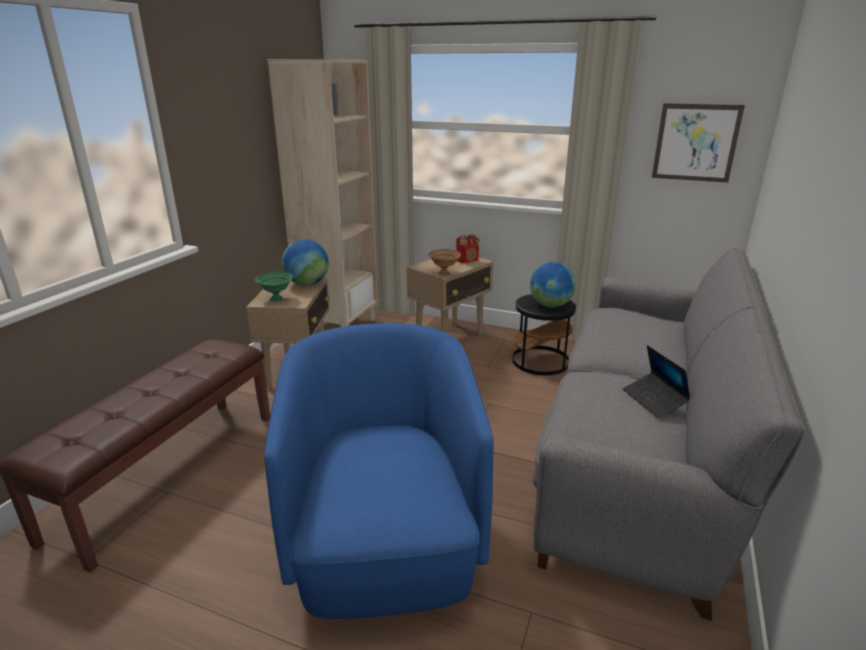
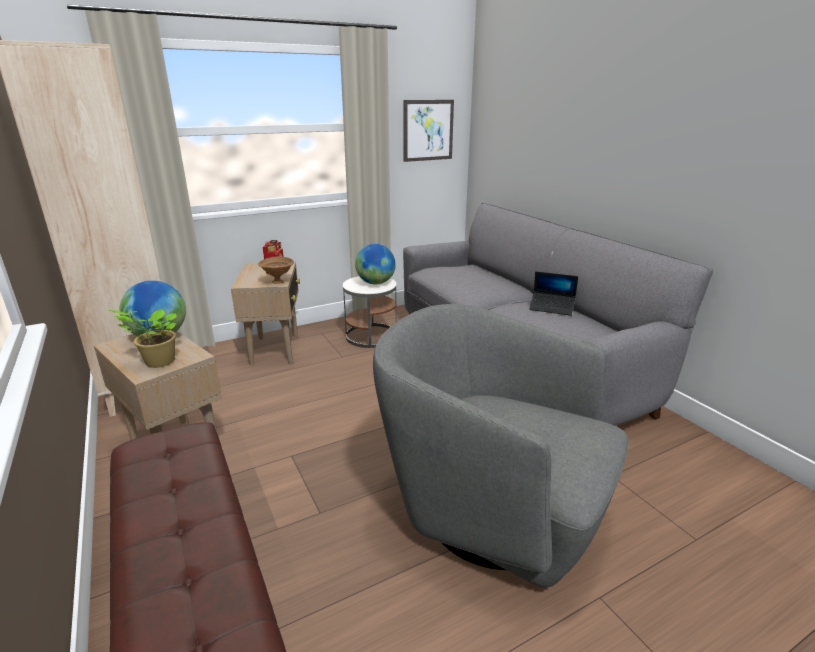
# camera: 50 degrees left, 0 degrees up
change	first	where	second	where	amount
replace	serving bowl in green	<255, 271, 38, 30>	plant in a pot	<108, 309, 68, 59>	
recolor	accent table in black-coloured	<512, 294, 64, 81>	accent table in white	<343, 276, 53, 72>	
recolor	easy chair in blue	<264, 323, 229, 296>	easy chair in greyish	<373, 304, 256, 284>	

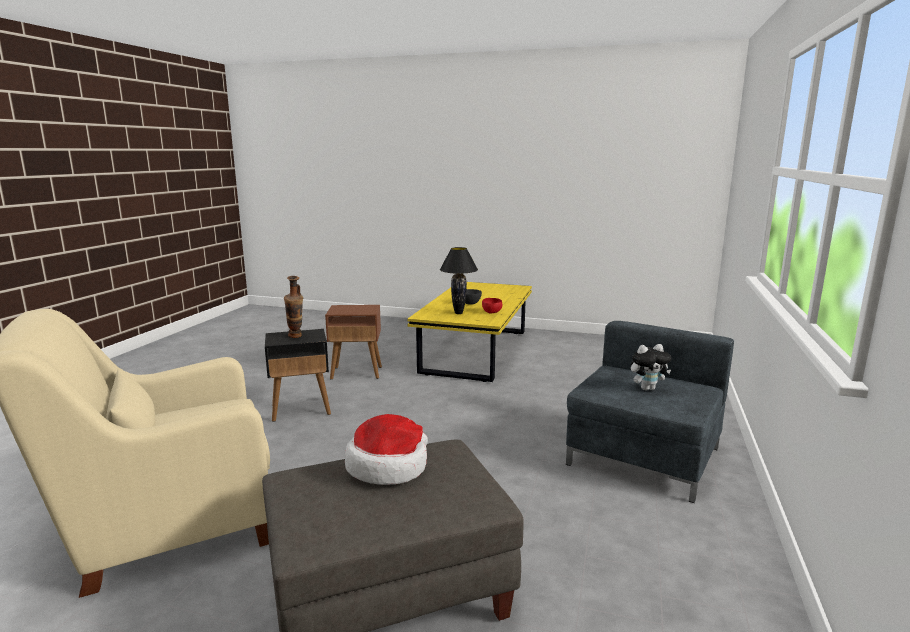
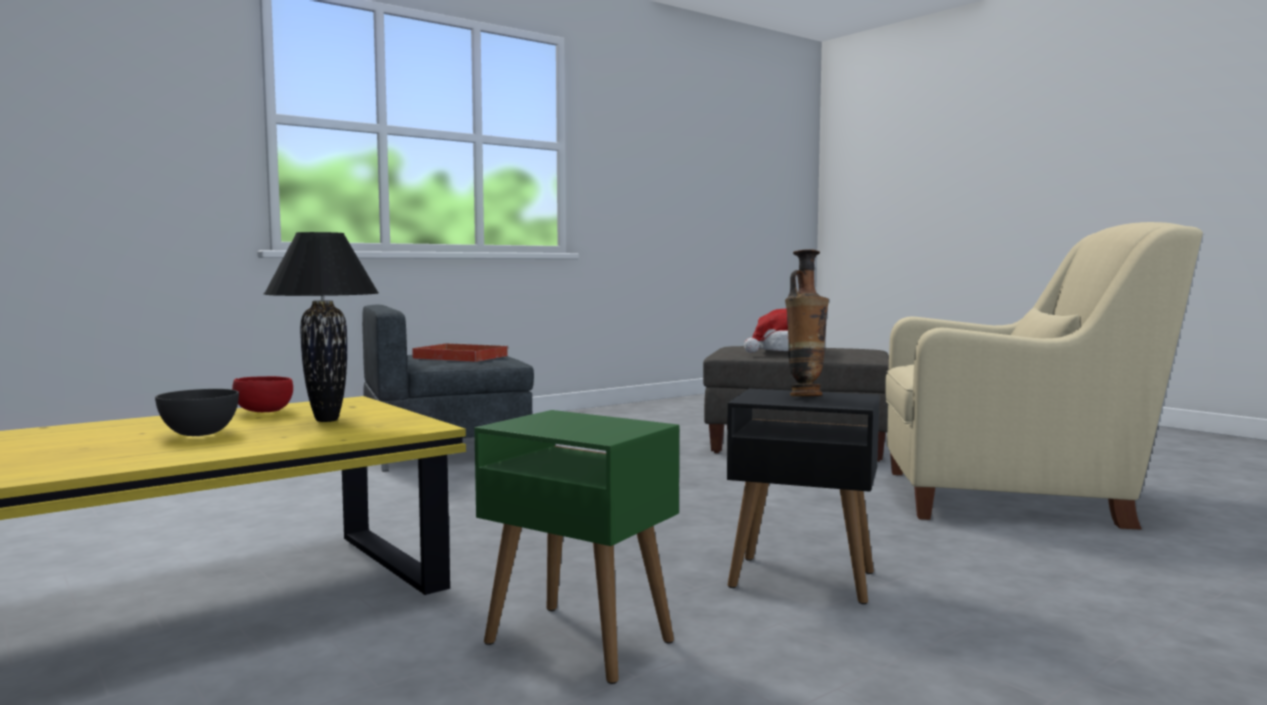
# camera: 145 degrees left, 10 degrees down
change	first	where	second	where	amount
recolor	accent table in brown	<325, 305, 57, 75>	accent table in green	<474, 410, 205, 274>	
replace	cuddly toy	<631, 344, 41, 47>	carrying tray in red-coloured	<412, 343, 97, 19>	

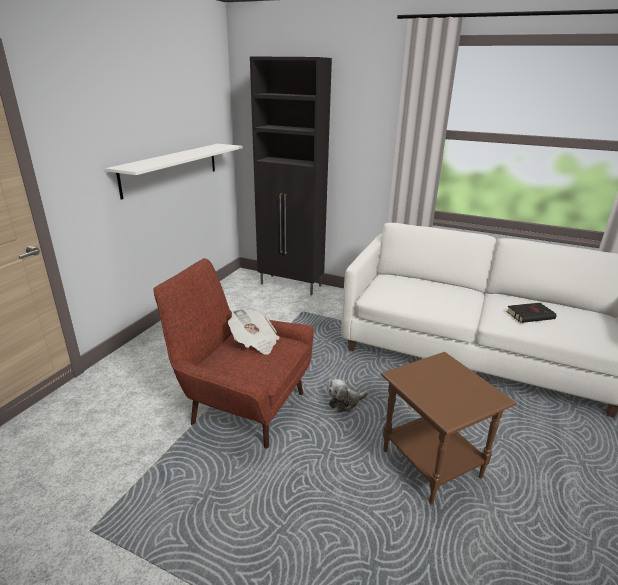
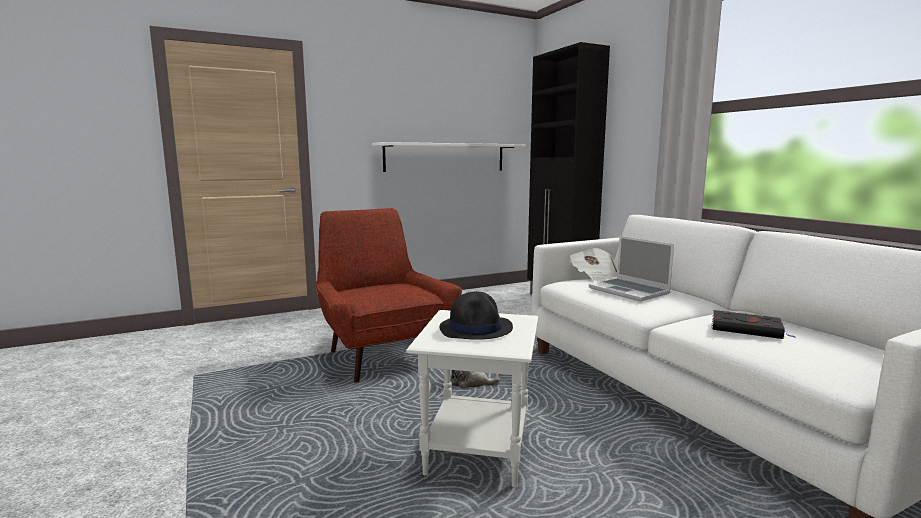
# camera: 40 degrees right, 15 degrees down
change	first	where	second	where	amount
move	newspaper	<228, 308, 52, 47>		<570, 248, 47, 34>	
recolor	accent table in brown	<381, 352, 136, 152>	accent table in white	<406, 310, 132, 177>	
insert			notebook computer	<589, 236, 85, 65>	
insert			hat in black-coloured	<439, 292, 74, 48>	

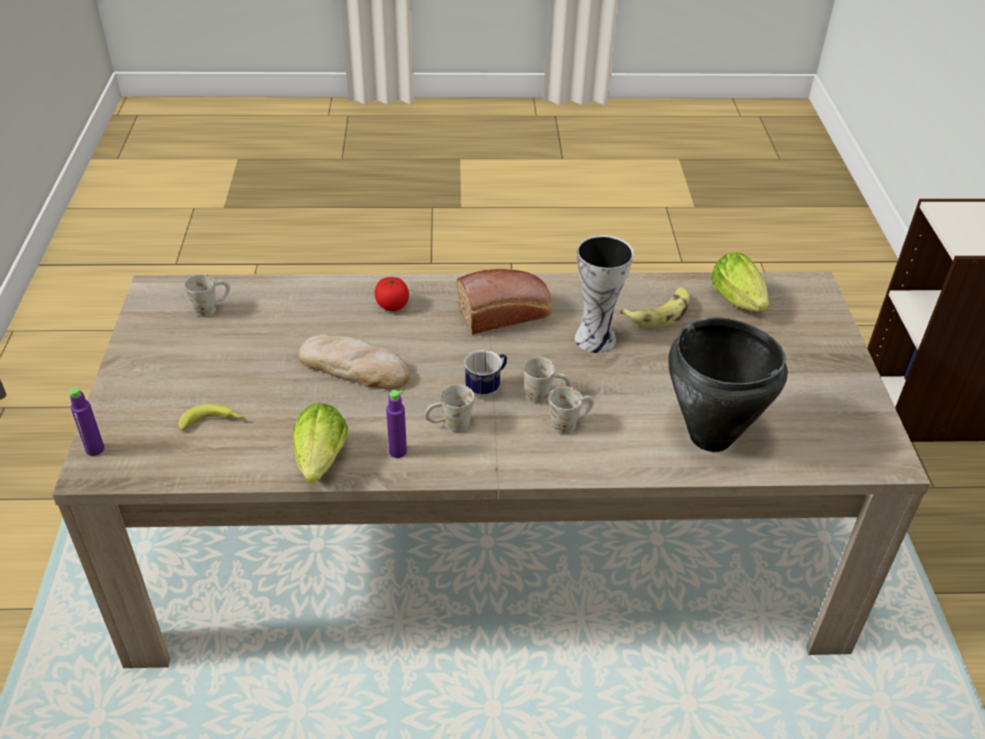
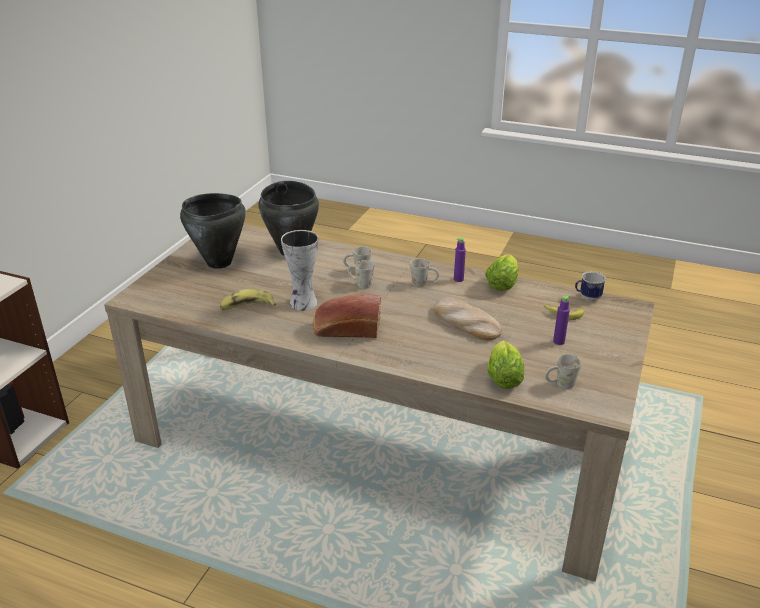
# camera: 155 degrees left, 10 degrees down
change	first	where	second	where	amount
move	head of lettuce	<711, 253, 58, 59>		<487, 340, 37, 49>	
delete	tomato	<375, 277, 34, 34>			
move	coffee mug	<464, 350, 43, 47>		<575, 271, 31, 30>	
move	beverage bottle in purplish	<68, 387, 36, 69>		<553, 295, 17, 50>	
insert			saucepot in black-coloured	<180, 193, 66, 76>	

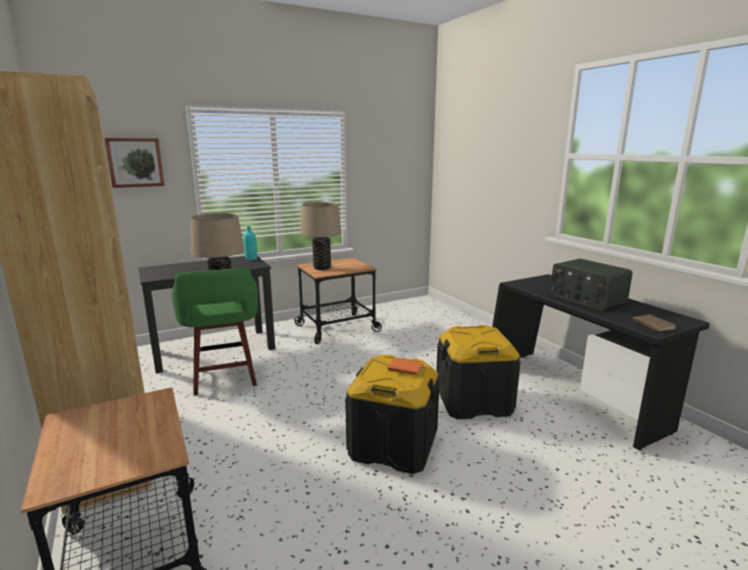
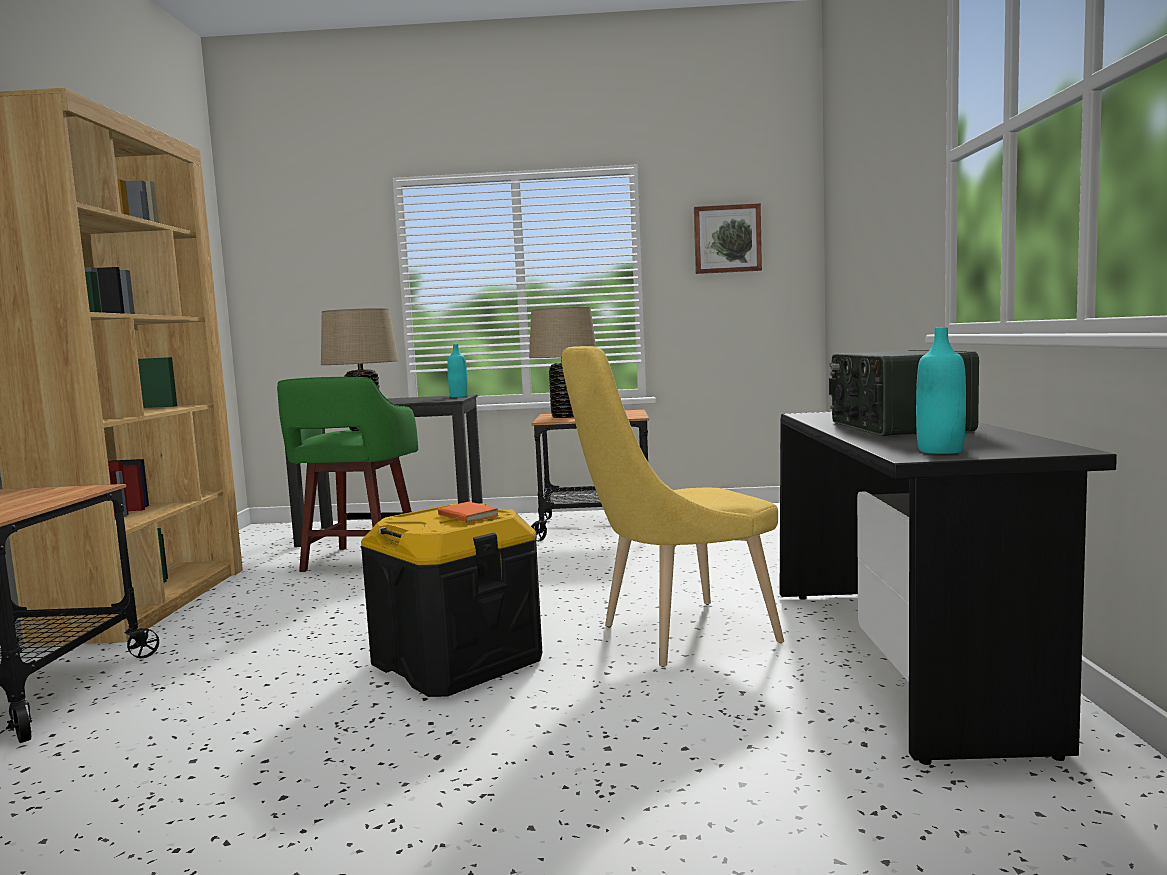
# camera: 30 degrees right, 10 degrees down
change	first	where	second	where	amount
move	picture	<105, 138, 59, 50>		<694, 203, 68, 71>	
replace	bound book in brown	<633, 314, 42, 18>	beverage bottle in turquoise	<916, 327, 50, 127>	
replace	storage bin in black-coloured	<436, 325, 84, 94>	plain chair in yellowish	<562, 346, 222, 321>	

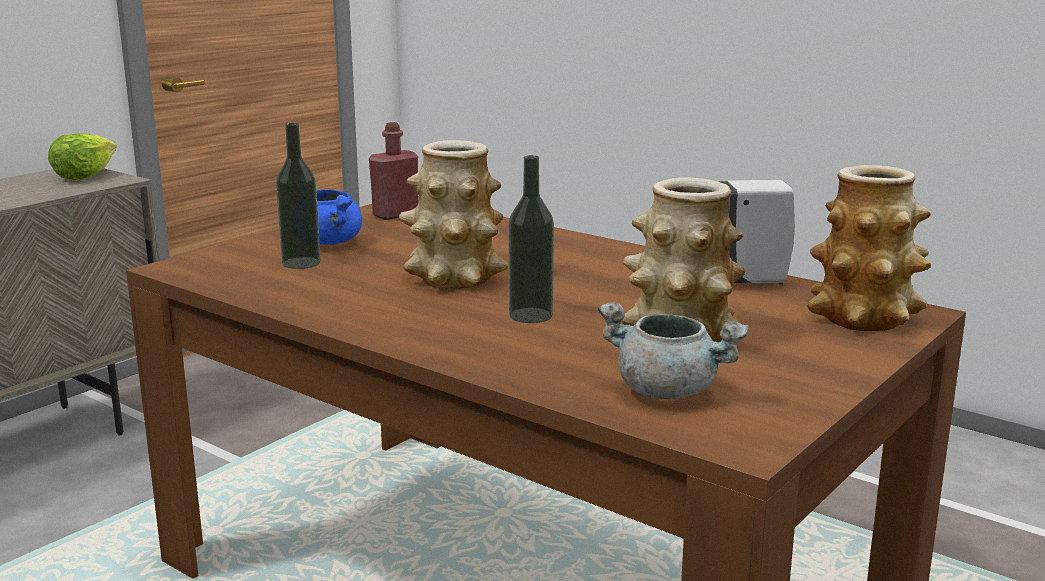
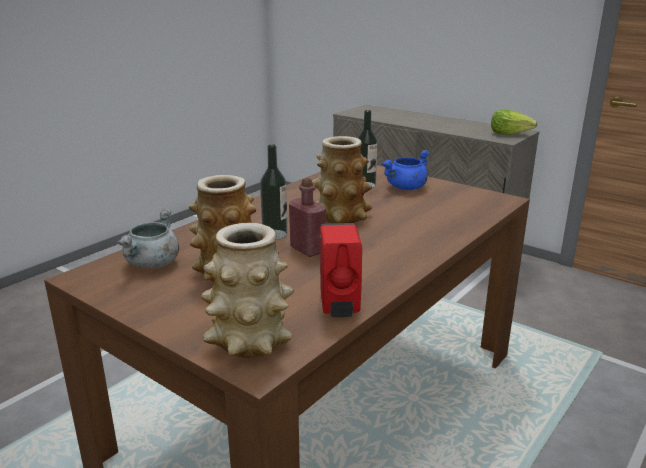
# camera: 90 degrees right, 5 degrees up
change	first	where	second	where	amount
move	beverage bottle in red-coloured	<369, 122, 49, 98>		<289, 178, 37, 79>	
recolor	soap bottle in white	<720, 180, 75, 105>	soap bottle in red-coloured	<320, 223, 42, 94>	

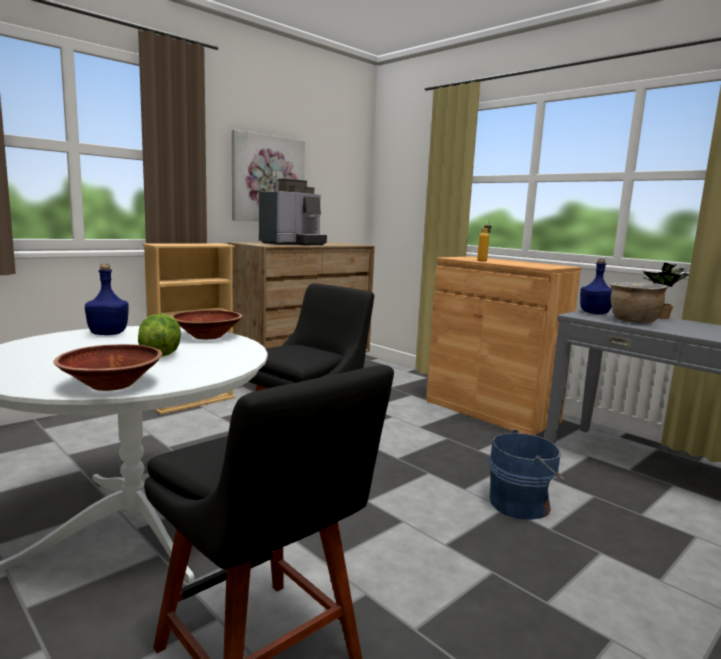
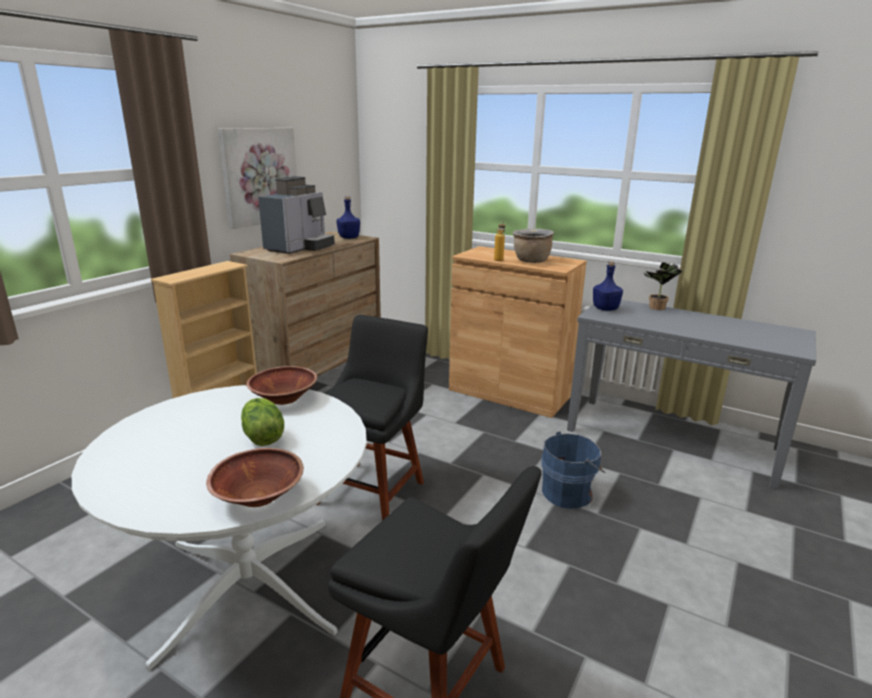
# camera: 15 degrees left, 10 degrees up
change	first	where	second	where	amount
move	beverage bottle in blue	<85, 264, 44, 71>		<337, 196, 23, 43>	
move	saucepot in brown	<610, 282, 58, 41>		<513, 229, 41, 34>	

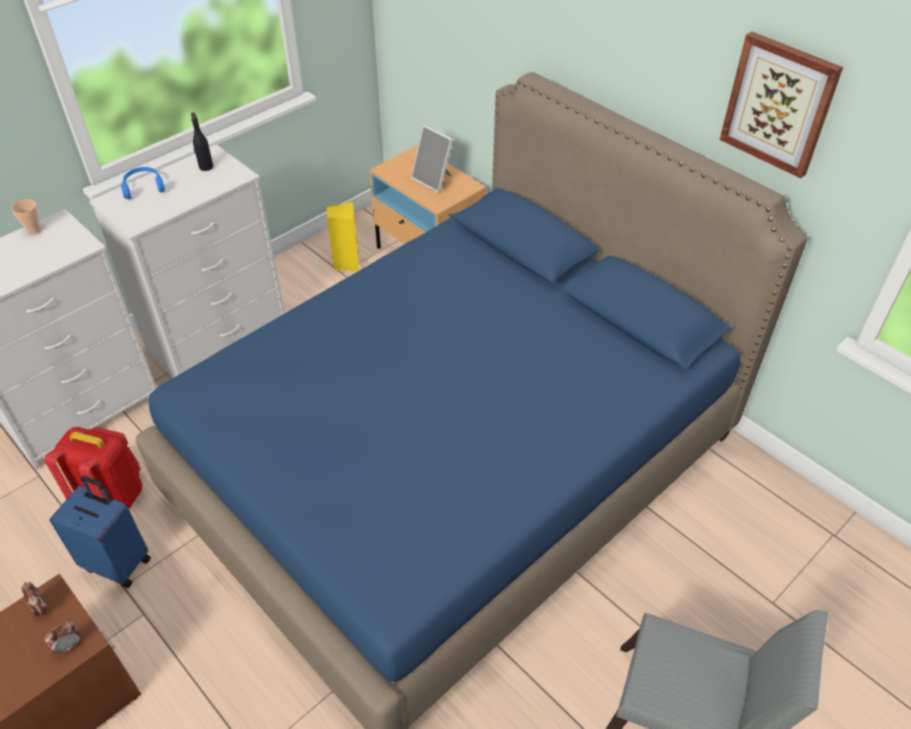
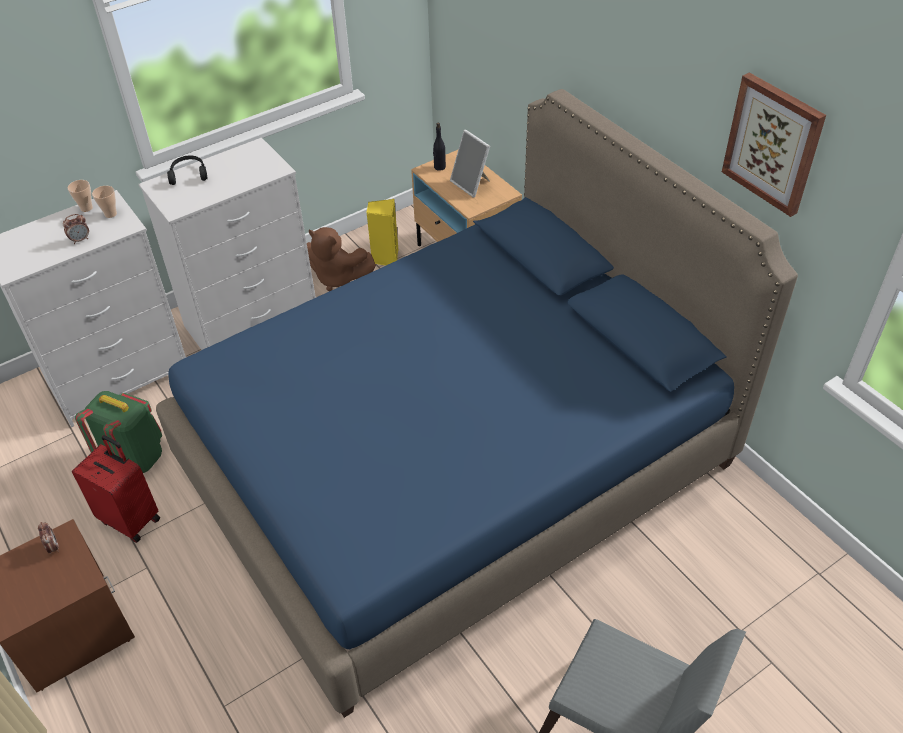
# camera: 10 degrees right, 0 degrees up
change	first	where	second	where	amount
move	beverage bottle in black-coloured	<191, 112, 22, 59>		<433, 123, 13, 48>	
recolor	headphones in blue	<121, 167, 44, 32>	headphones in black-coloured	<167, 155, 41, 30>	
recolor	rucksack in red-coloured	<45, 427, 97, 82>	rucksack in green	<75, 391, 87, 82>	
recolor	piece of luggage in blue	<49, 476, 102, 112>	piece of luggage in red-coloured	<72, 435, 88, 108>	
move	alarm clock	<45, 621, 35, 34>		<63, 214, 26, 30>	
insert			small cup	<92, 186, 25, 32>	
insert			cuddly toy in brown	<307, 227, 69, 64>	

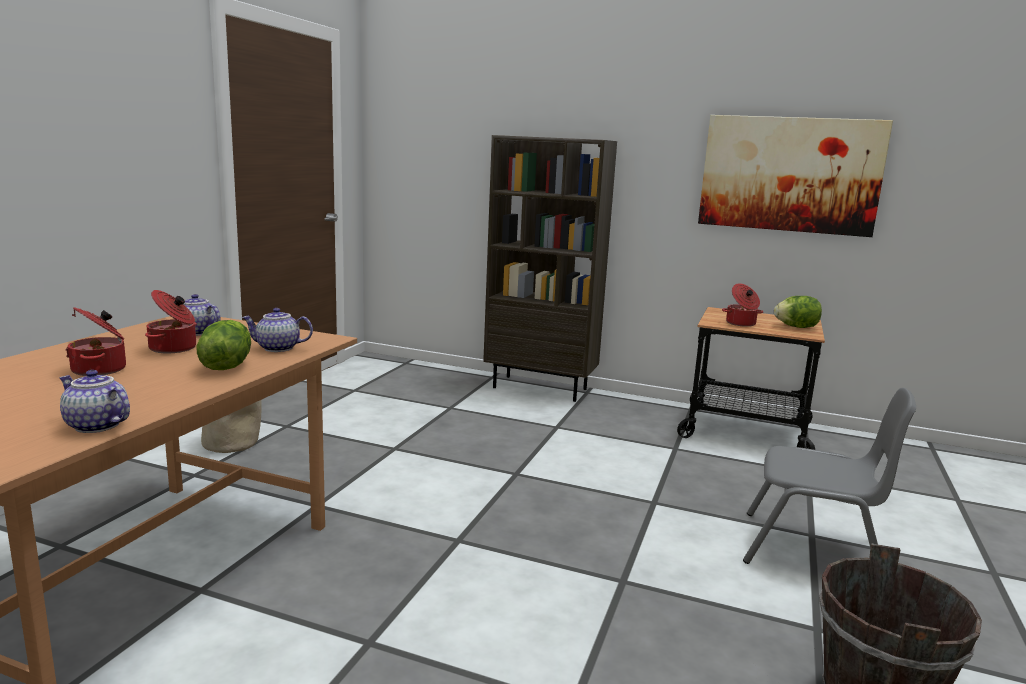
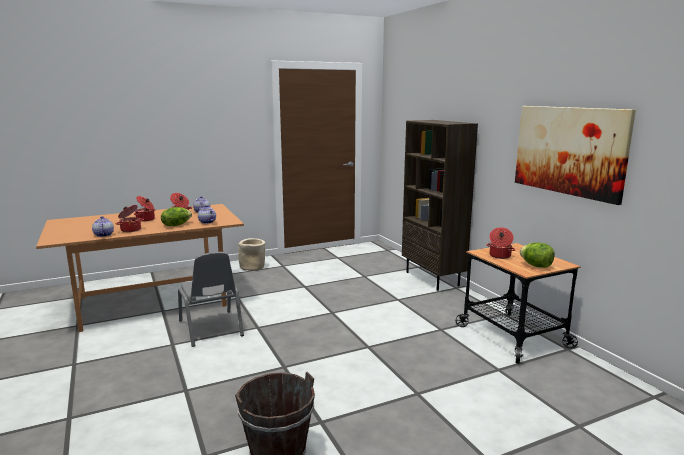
# camera: 45 degrees right, 0 degrees up
change	first	where	second	where	amount
move	plain chair in greyish	<743, 388, 173, 176>		<178, 252, 66, 95>	
insert			saucepot	<116, 205, 28, 27>	

